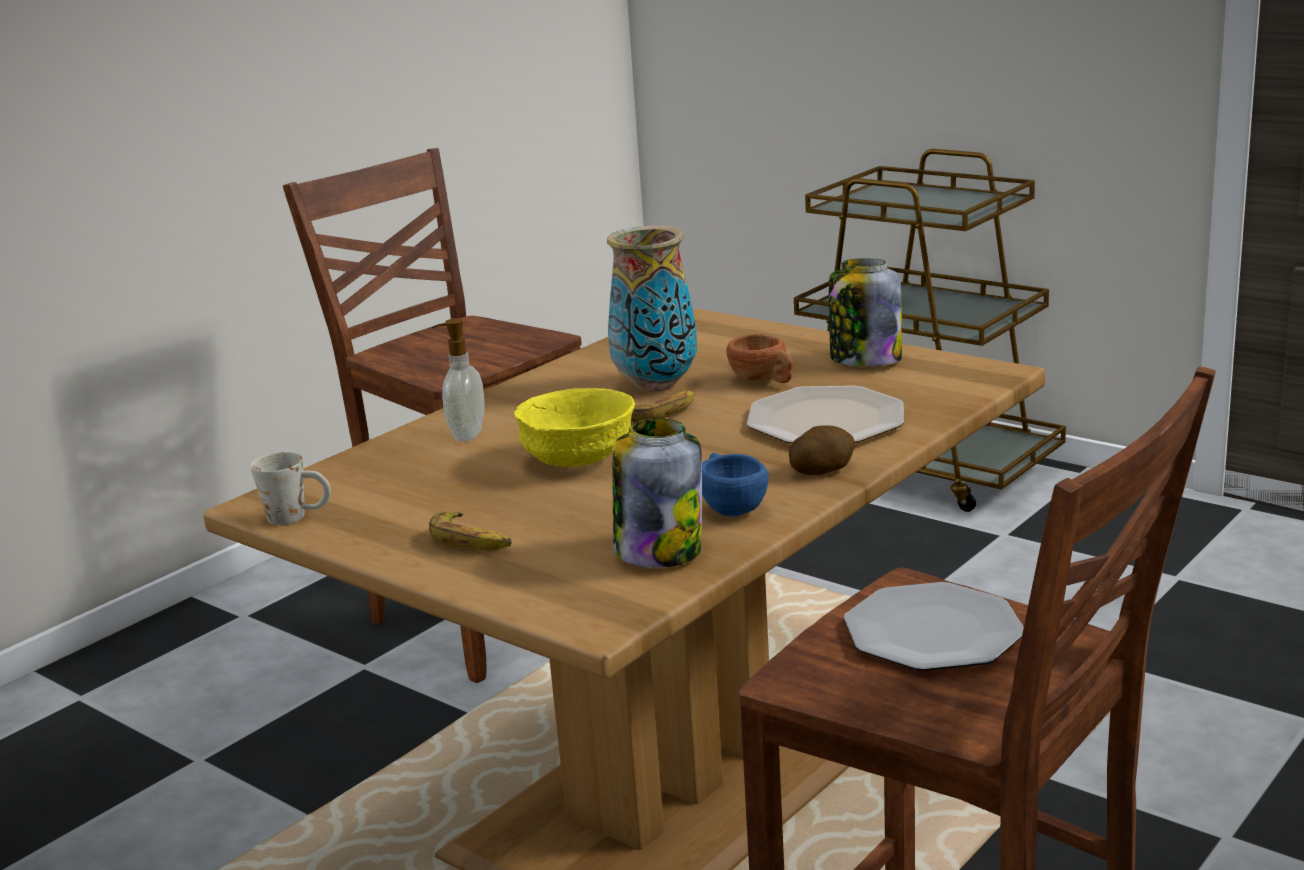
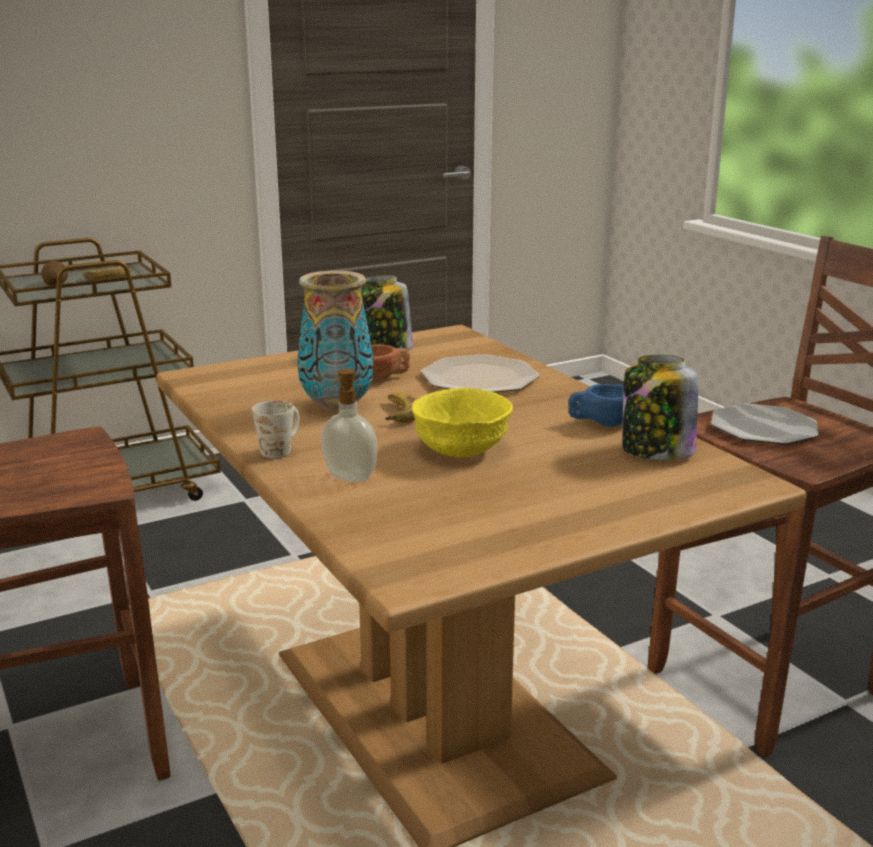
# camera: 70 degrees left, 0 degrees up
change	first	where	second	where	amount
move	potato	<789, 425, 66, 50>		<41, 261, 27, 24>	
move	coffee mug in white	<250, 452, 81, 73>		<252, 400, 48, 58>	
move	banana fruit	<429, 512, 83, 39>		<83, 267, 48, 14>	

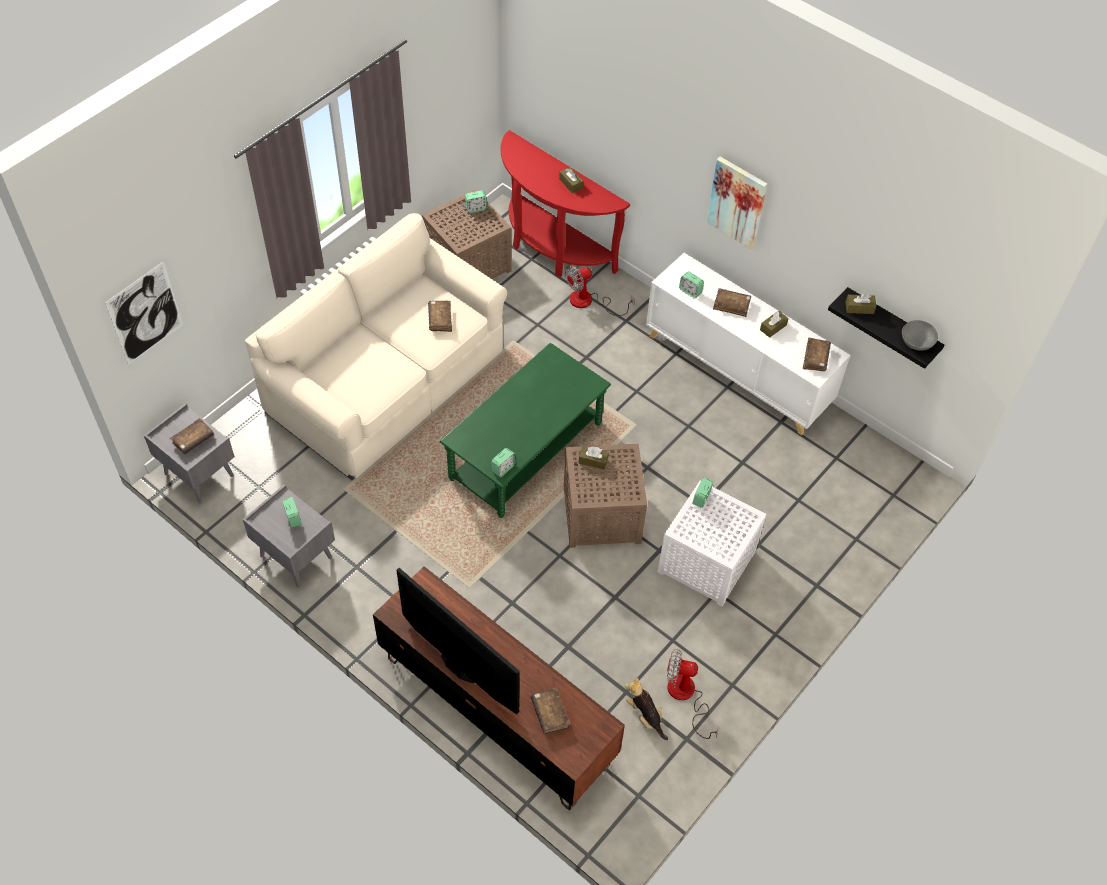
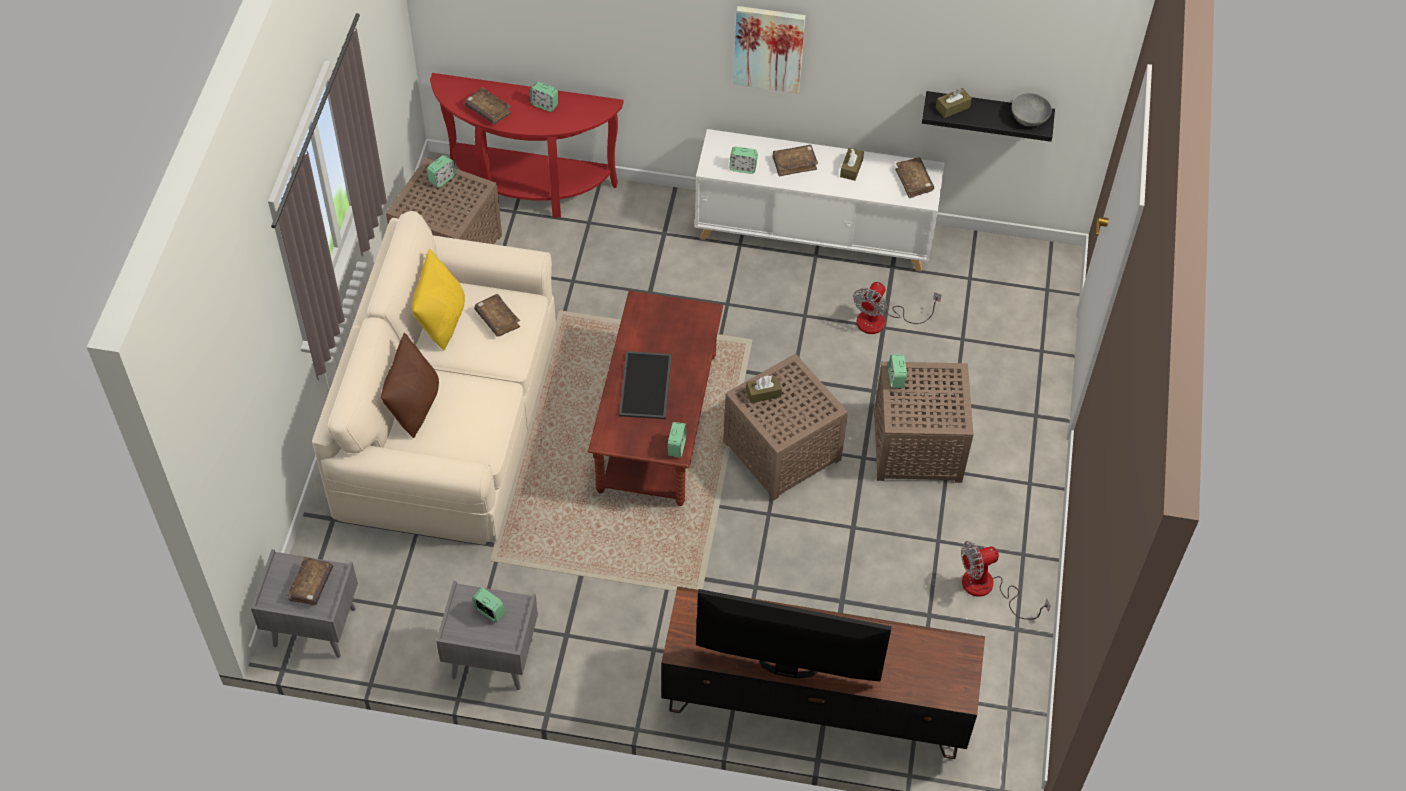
# camera: 30 degrees left, 0 degrees up
change	first	where	second	where	amount
replace	tissue holder in brown	<559, 167, 24, 26>	alarm clock	<530, 81, 28, 31>	
delete	picture	<105, 261, 78, 104>			
move	cooling fan	<565, 265, 70, 51>		<853, 282, 88, 52>	
recolor	lounge table in green	<439, 343, 172, 175>	lounge table in brown	<588, 291, 135, 215>	
recolor	accent table in white	<658, 481, 108, 125>	accent table in brown	<874, 361, 100, 122>	
delete	cuddly toy	<625, 677, 43, 63>			
move	bound book in brown	<530, 688, 40, 46>		<465, 87, 47, 37>	
insert			throw pillow in yellowish	<412, 249, 53, 101>	
insert			throw pillow in brown	<381, 333, 58, 105>	
insert			carrying tray	<619, 351, 53, 68>	

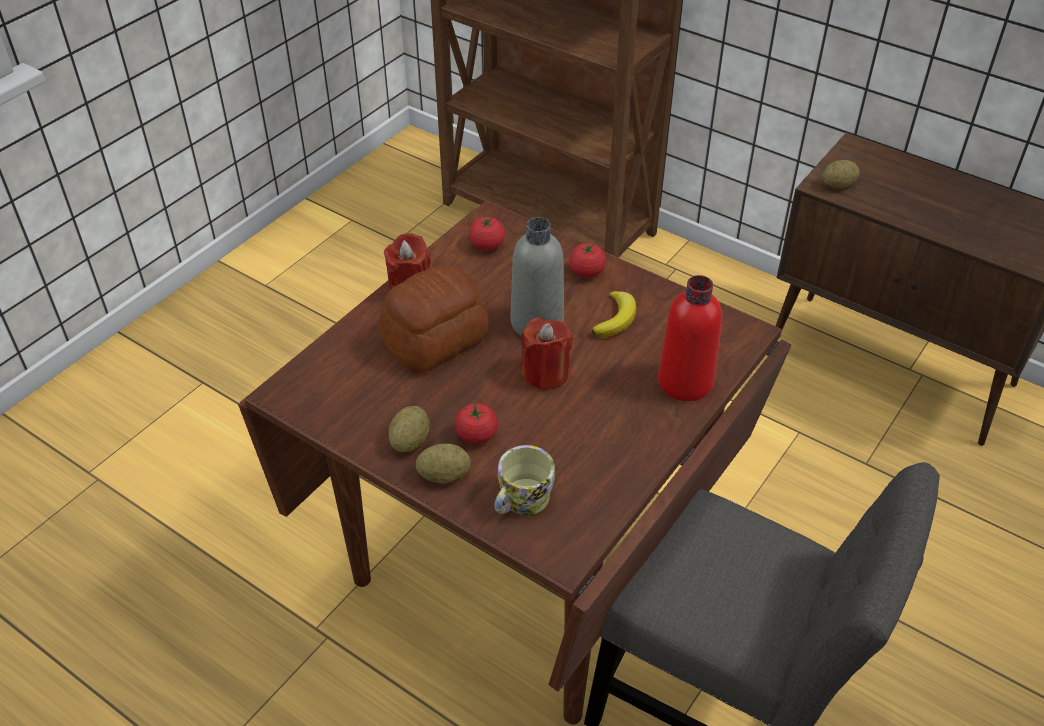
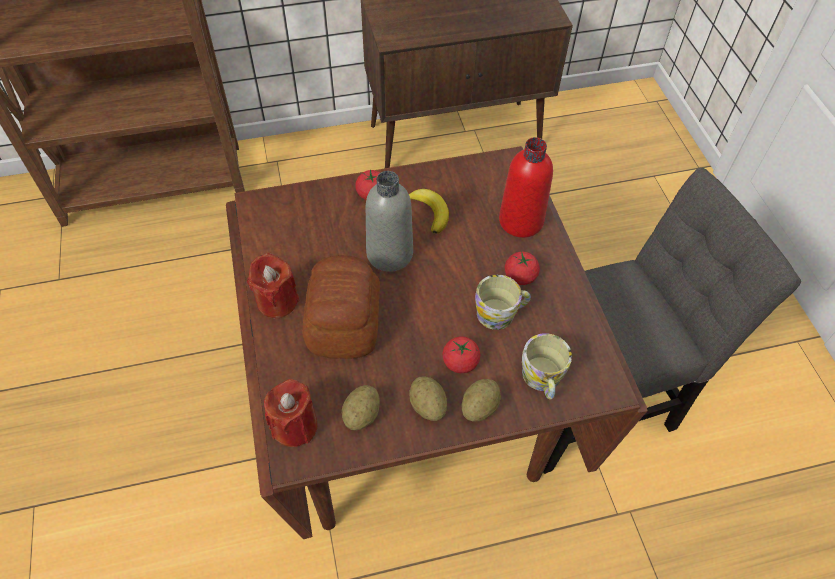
# camera: 50 degrees left, 10 degrees up
change	first	where	second	where	amount
move	potato	<822, 160, 38, 28>		<342, 385, 38, 45>	
move	tomato	<469, 215, 36, 36>		<505, 251, 35, 34>	
move	wax light in red-coloured	<521, 317, 52, 74>		<264, 379, 53, 68>	
insert			coffee mug	<475, 275, 56, 55>	

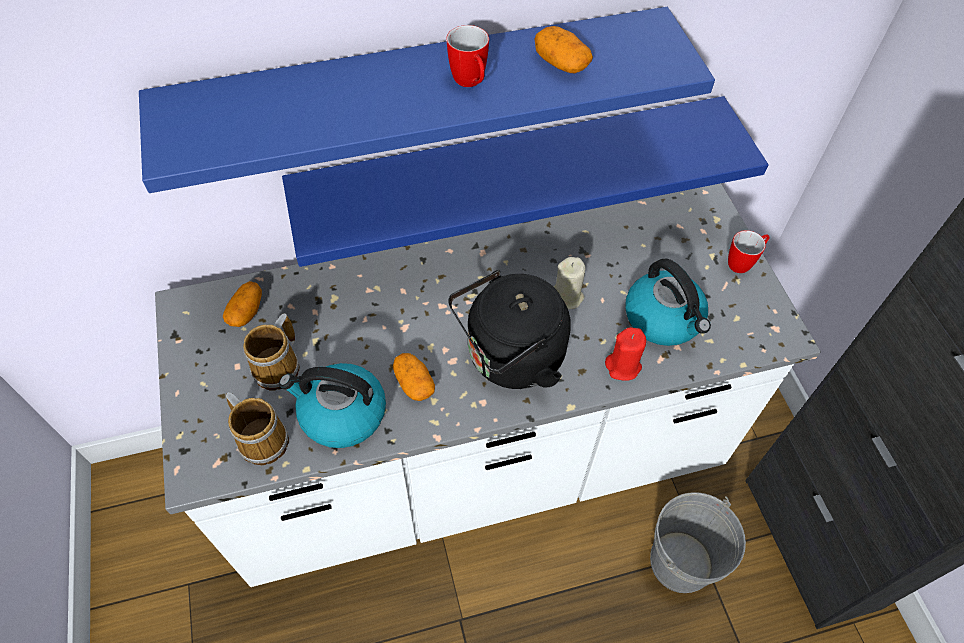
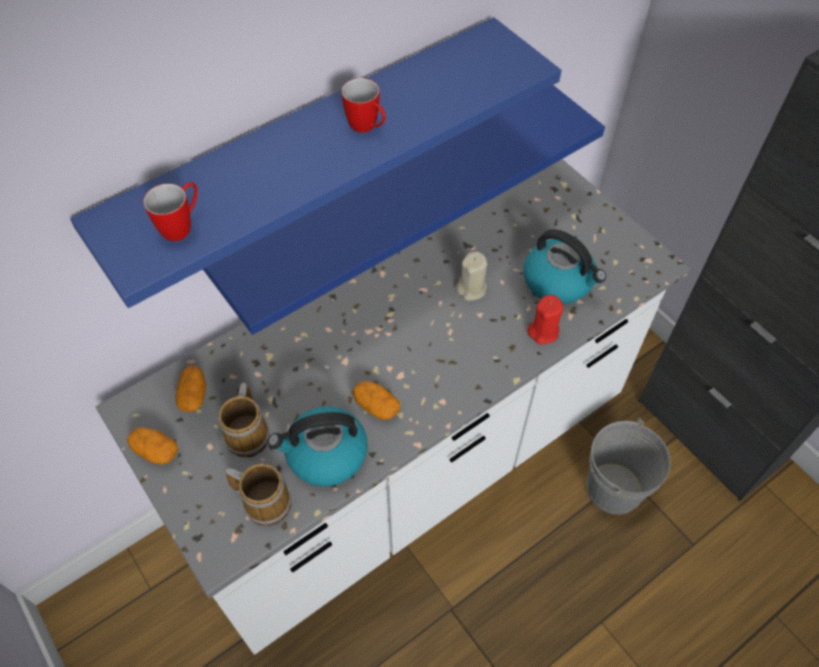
# camera: 20 degrees left, 0 degrees up
change	first	where	second	where	amount
move	potato	<534, 26, 59, 47>		<127, 427, 51, 38>	
move	coffee mug	<728, 230, 42, 43>		<143, 182, 55, 59>	
delete	kettle in black-coloured	<448, 270, 123, 119>			

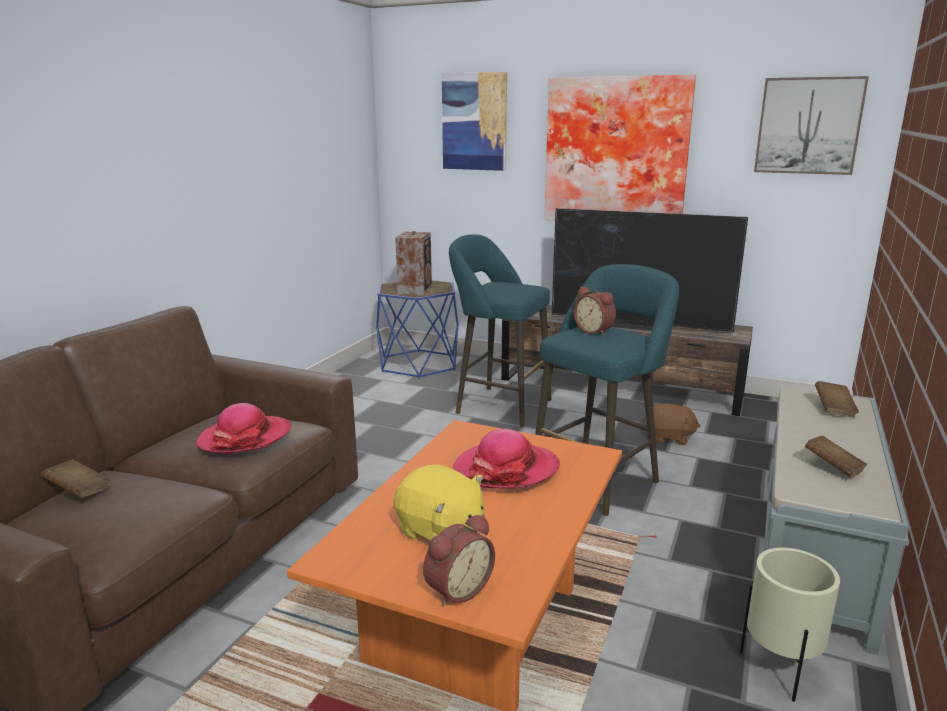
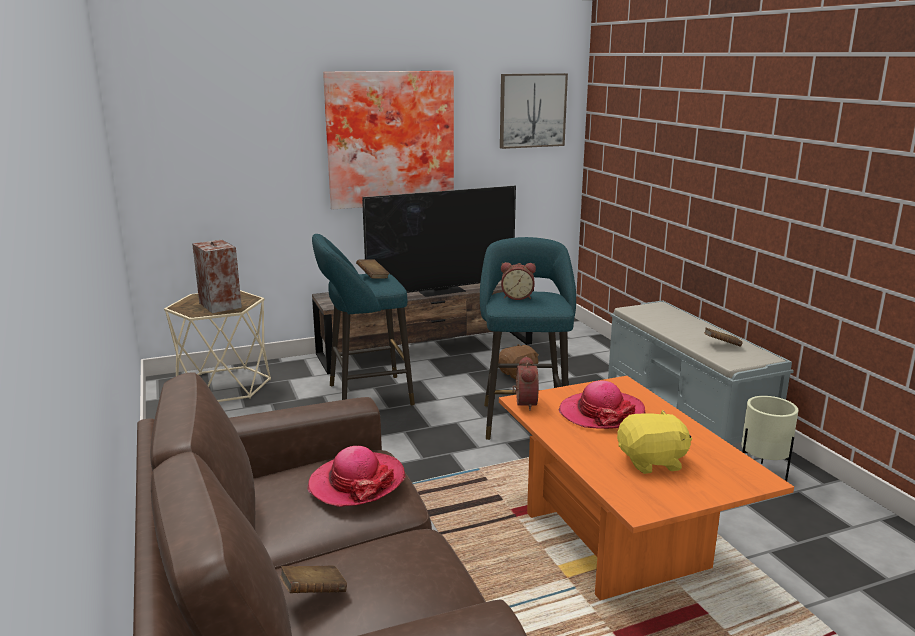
# camera: 45 degrees left, 0 degrees up
change	first	where	second	where	amount
delete	picture	<442, 72, 65, 99>			
recolor	accent table in blue	<376, 280, 83, 98>	accent table in sand-coloured	<164, 290, 107, 112>	
move	bound book in brown	<815, 381, 44, 37>		<356, 259, 34, 20>	
move	alarm clock	<423, 514, 72, 93>		<512, 356, 27, 55>	

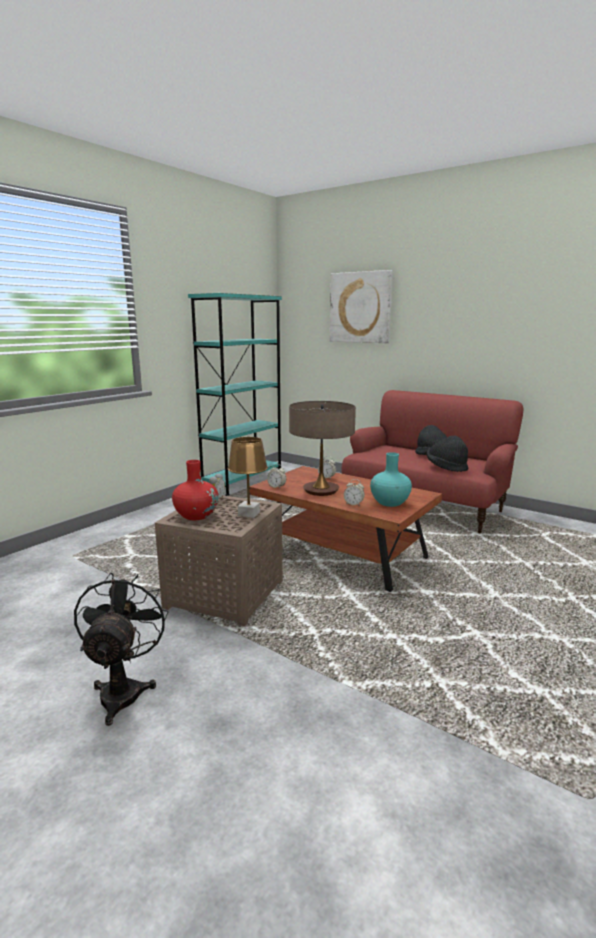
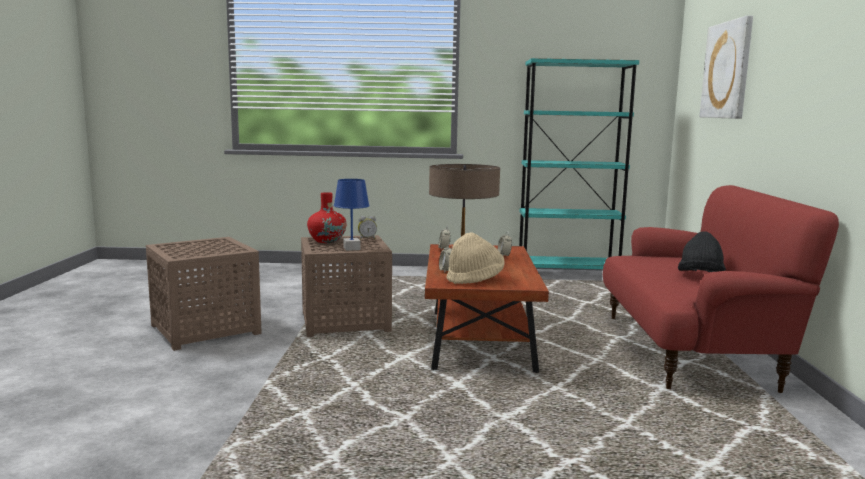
# camera: 55 degrees right, 5 degrees down
change	first	where	second	where	amount
delete	hat in black-coloured	<427, 436, 41, 36>			
recolor	lamp for a table in brown	<228, 437, 40, 81>	lamp for a table in blue	<334, 179, 36, 72>	
replace	flower vase in turquoise	<370, 452, 42, 55>	hat in sand-coloured	<446, 232, 59, 52>	
replace	cooling fan in black-coloured	<74, 573, 94, 153>	accent table in brown	<146, 237, 116, 114>	

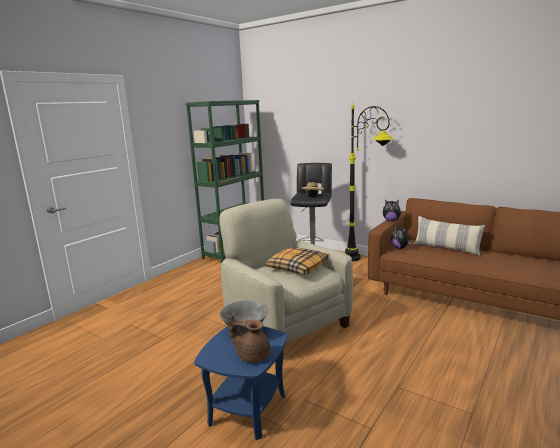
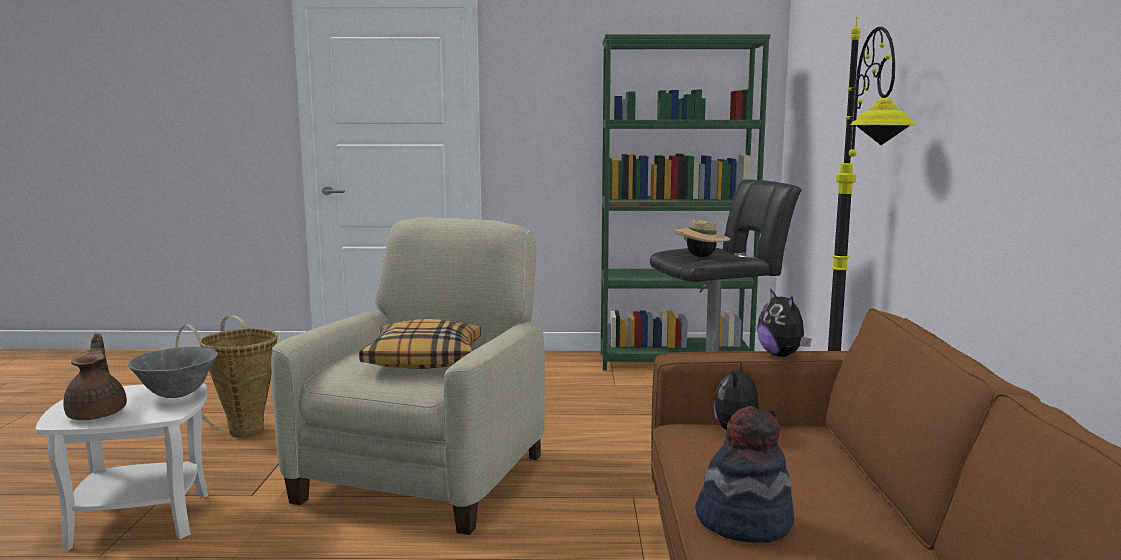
# camera: 55 degrees right, 5 degrees down
change	first	where	second	where	amount
delete	throw pillow	<414, 216, 71, 40>			
recolor	accent table in blue	<194, 326, 93, 114>	accent table in white	<36, 383, 172, 167>	
insert			storage basket	<176, 315, 102, 123>	
insert			hat	<695, 406, 99, 137>	

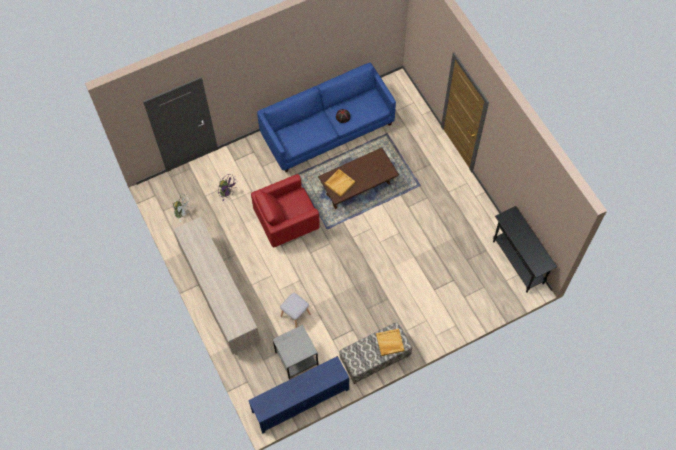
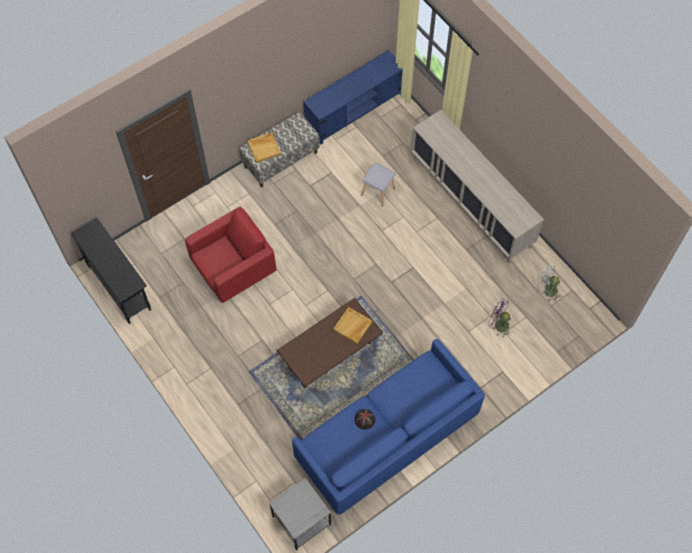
# camera: 170 degrees right, 0 degrees up
change	first	where	second	where	amount
move	easy chair in red-coloured	<251, 174, 69, 74>		<185, 207, 92, 96>	
move	accent table in greyish	<272, 325, 46, 55>		<269, 478, 62, 72>	

